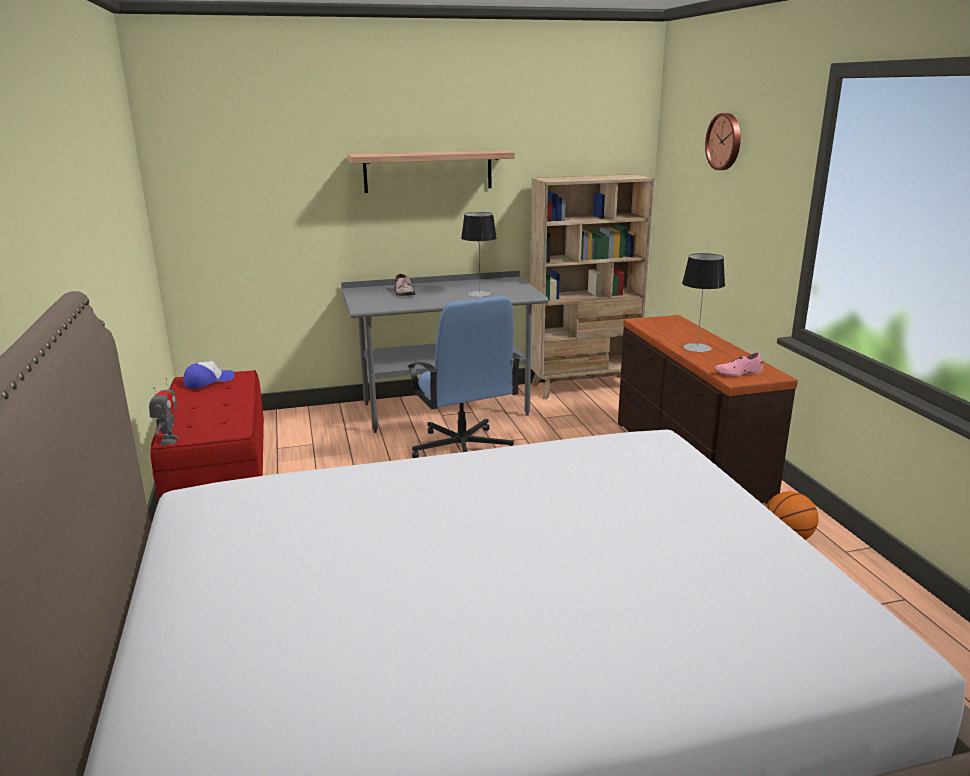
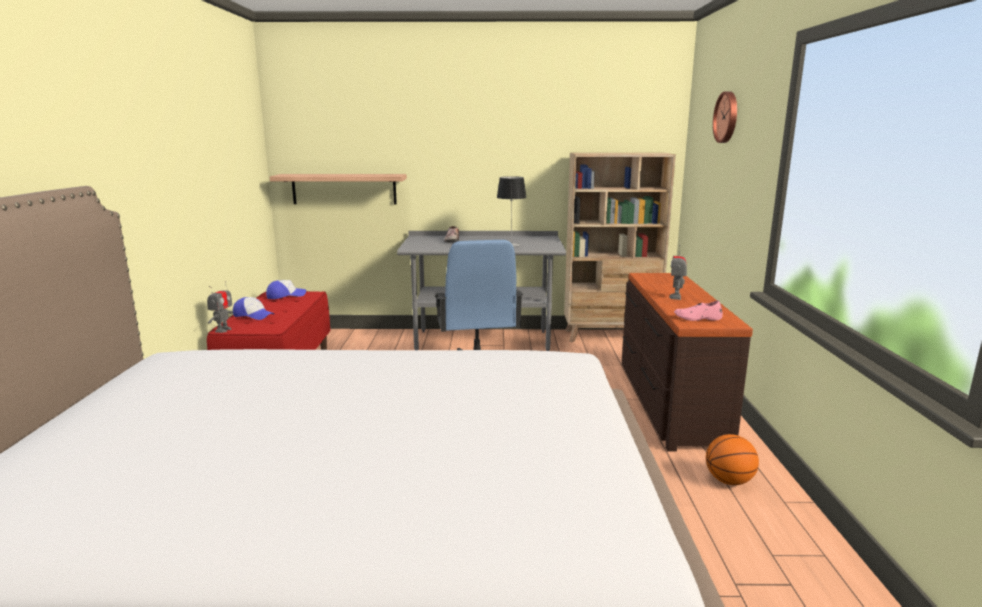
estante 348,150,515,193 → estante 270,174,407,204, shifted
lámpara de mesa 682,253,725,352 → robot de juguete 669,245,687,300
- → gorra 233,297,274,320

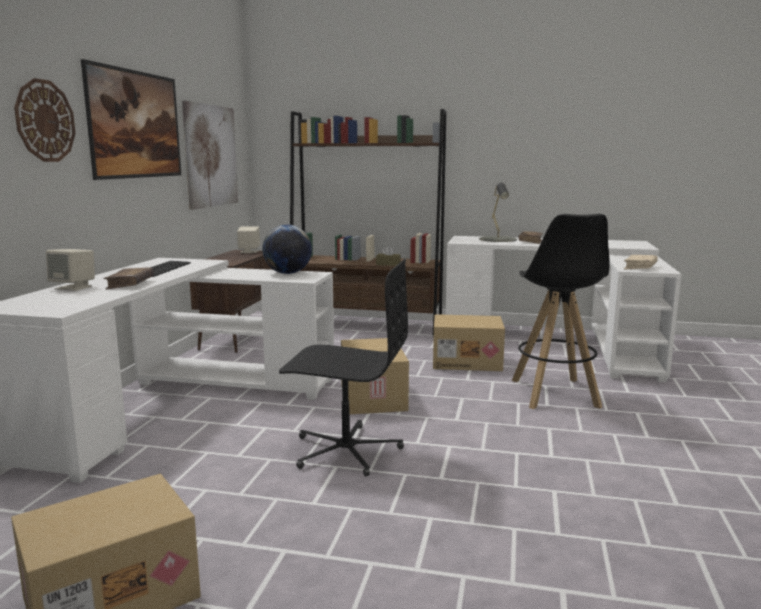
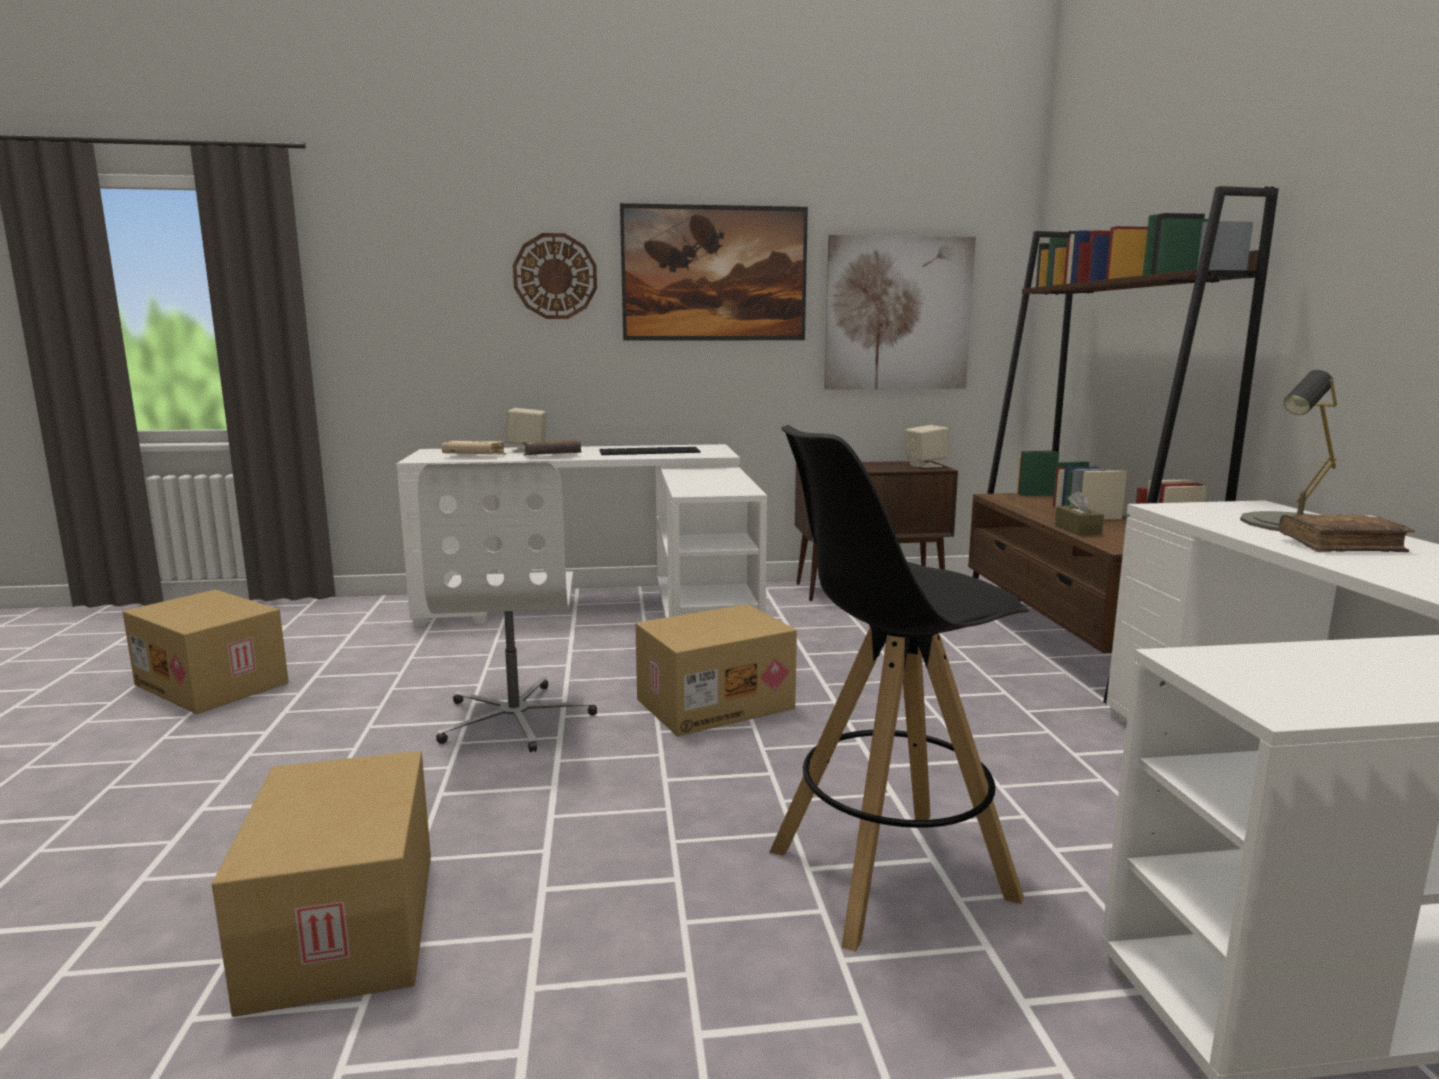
globo terráqueo 262,225,312,274 → -
libro [beis] 624,255,658,270 → libro [beis] 442,441,507,455, shifted
silla de oficina [negro] 279,259,408,476 → silla de oficina [blanco] 418,462,597,752
caja de cartón 433,314,505,371 → caja de cartón 212,751,431,1017, shifted

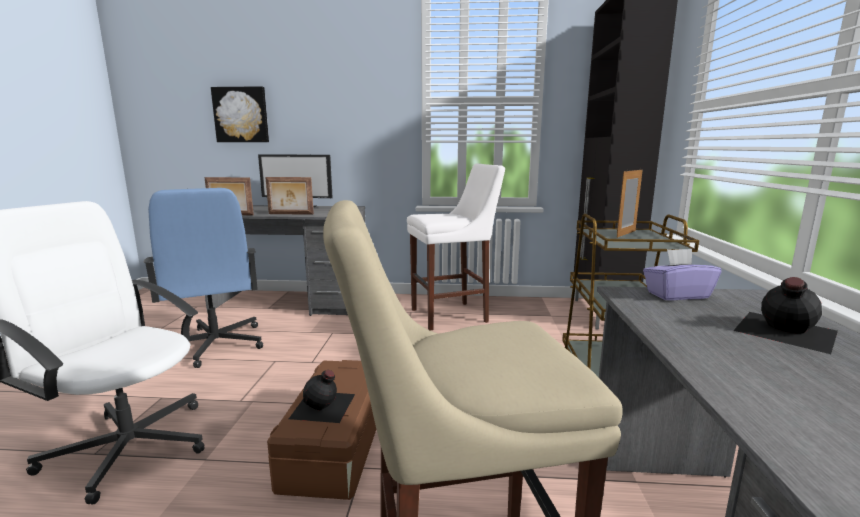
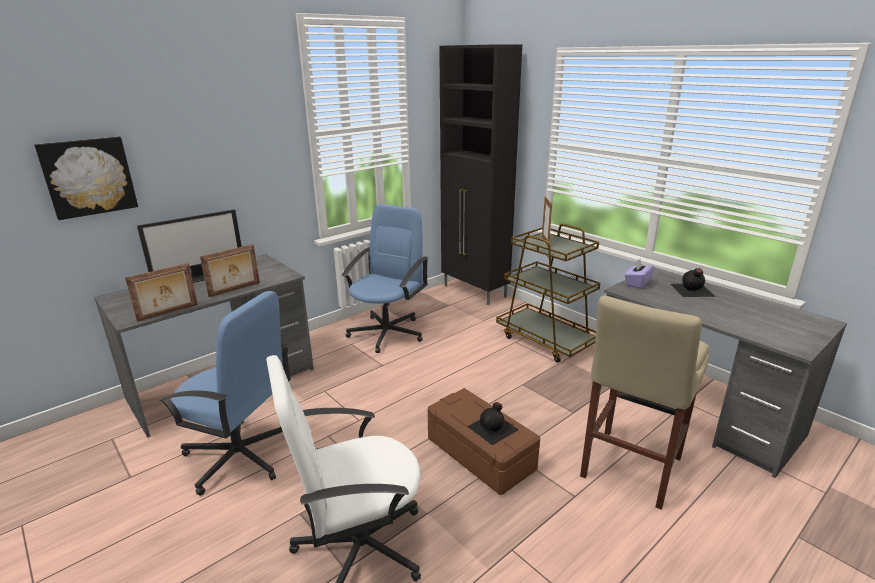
taburete [blanco] 407,163,505,331 → silla de oficina [azul] 342,204,429,353

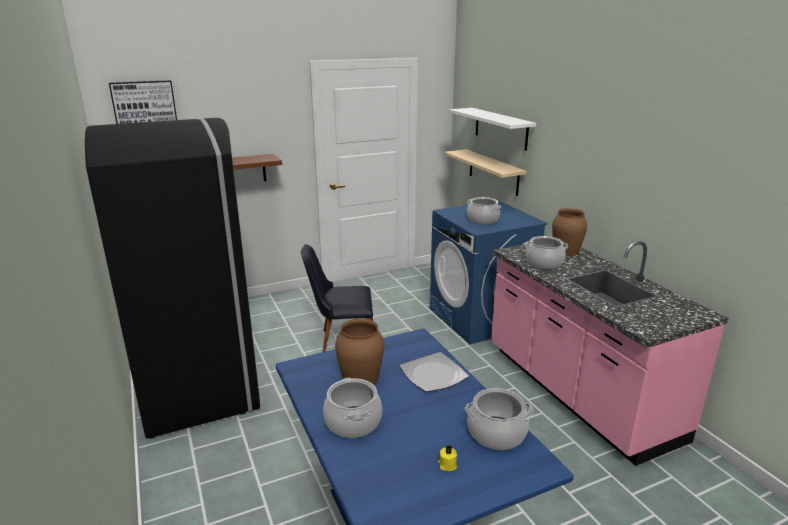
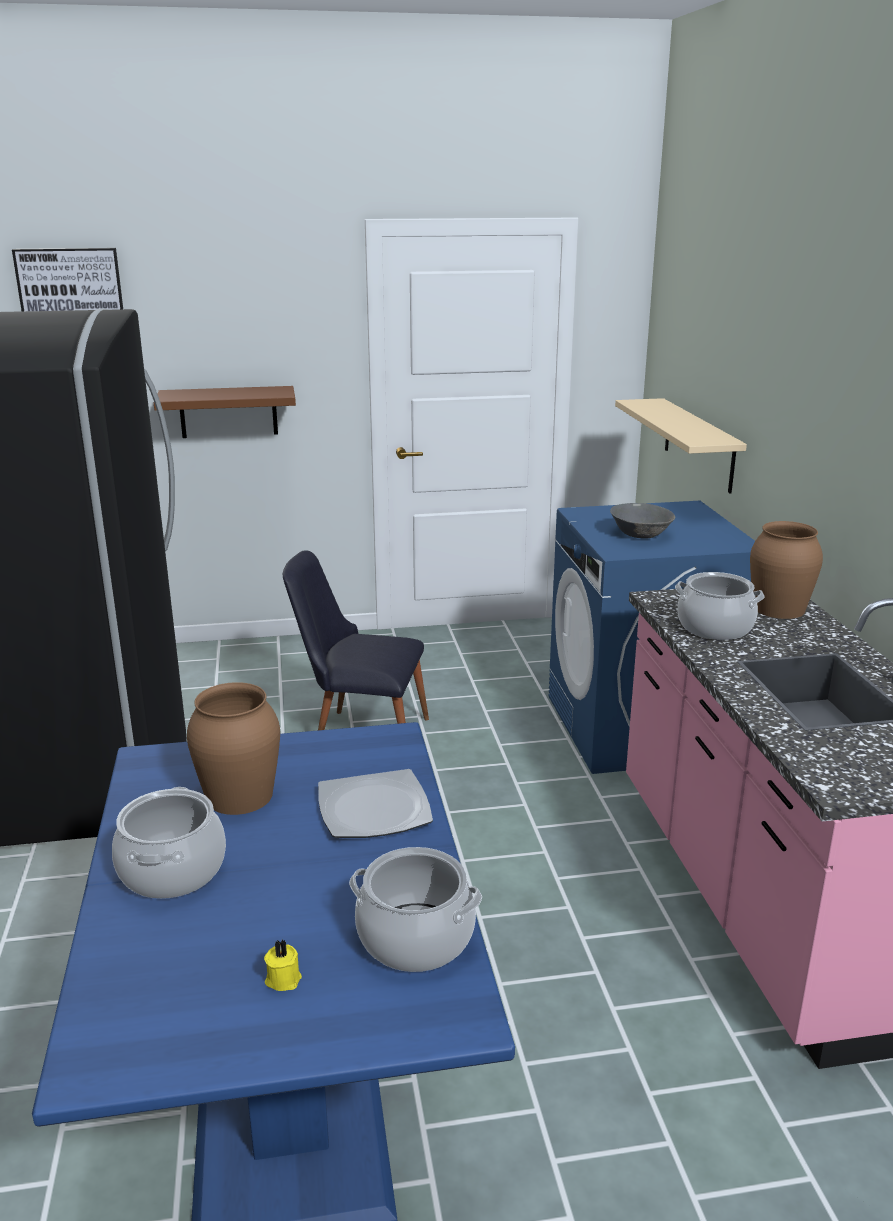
estante [blanco] 449,108,536,151 → -
olla 467,197,501,224 → cuenco [gris] 610,503,675,539

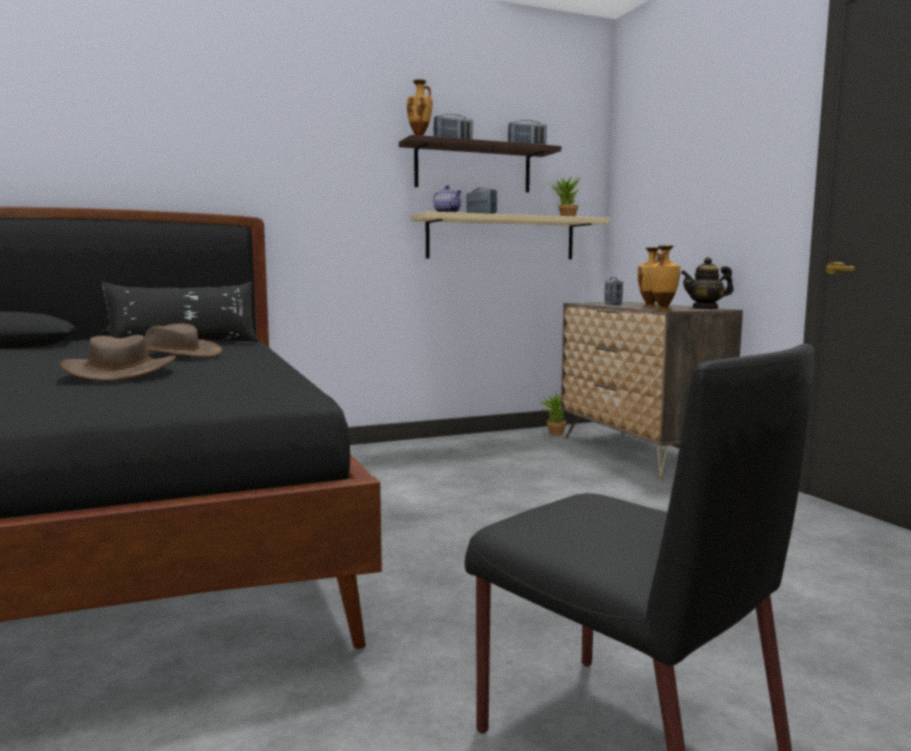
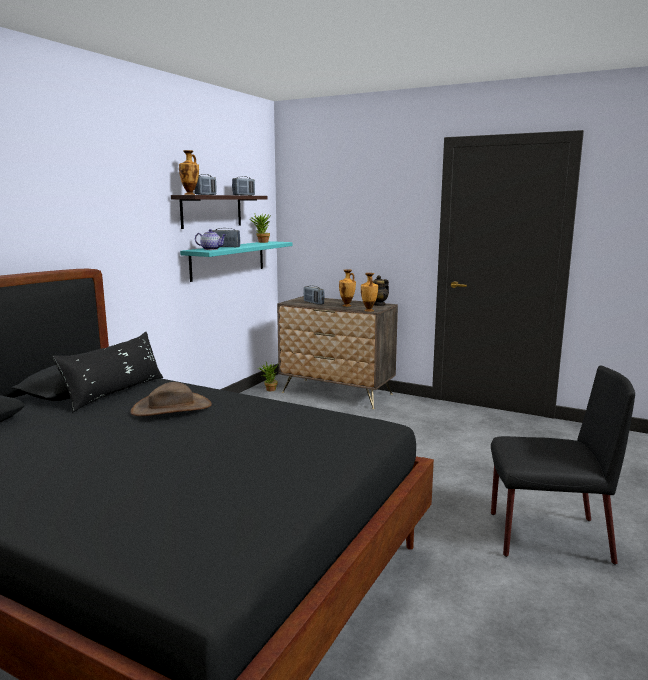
estante [beis] 411,212,610,259 → estante [turquesa] 180,241,293,282
sombrero [marrón] 60,335,176,381 → -

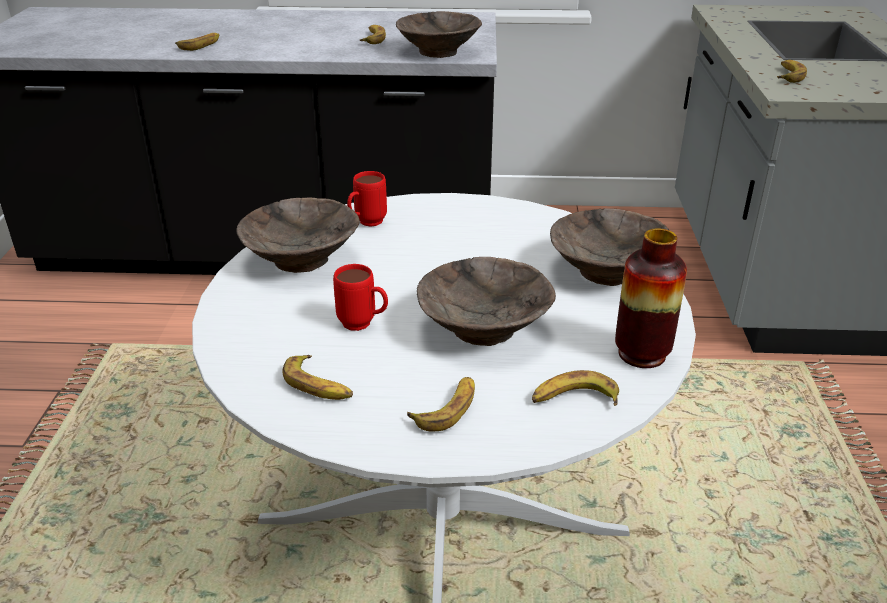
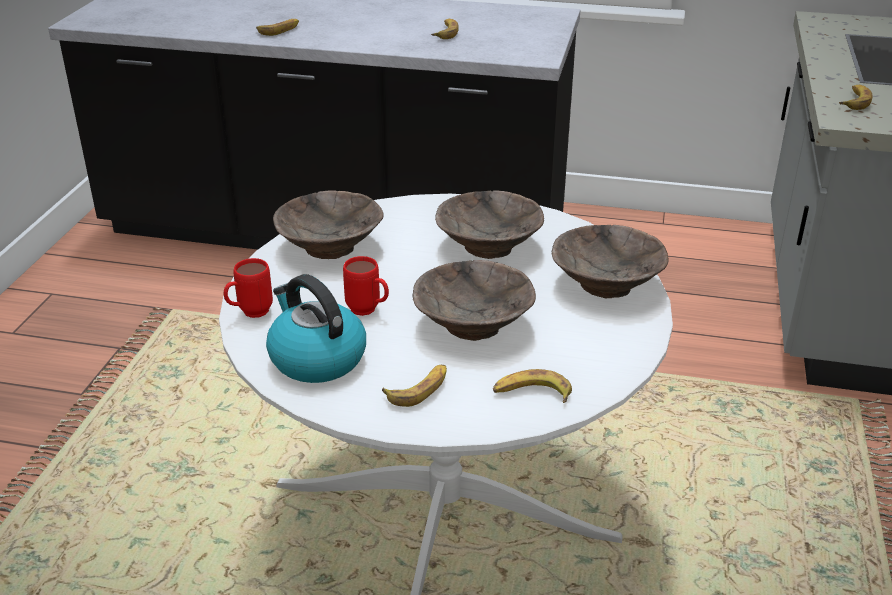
cuenco [marrón] 396,11,482,58 → cuenco [marrón] 435,190,544,259, shifted
taza grande [rojo] 347,171,387,227 → taza grande [rojo] 224,258,273,318, shifted
florero 615,228,687,368 → -
plátano 282,355,353,400 → hervidor 266,274,366,383

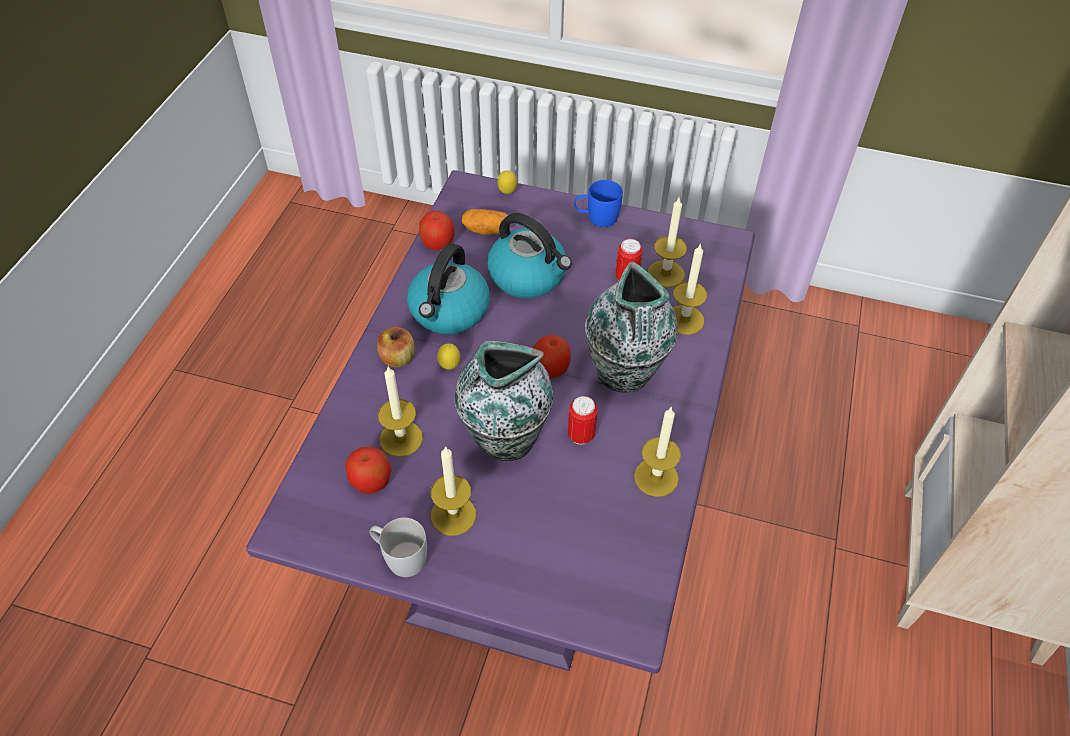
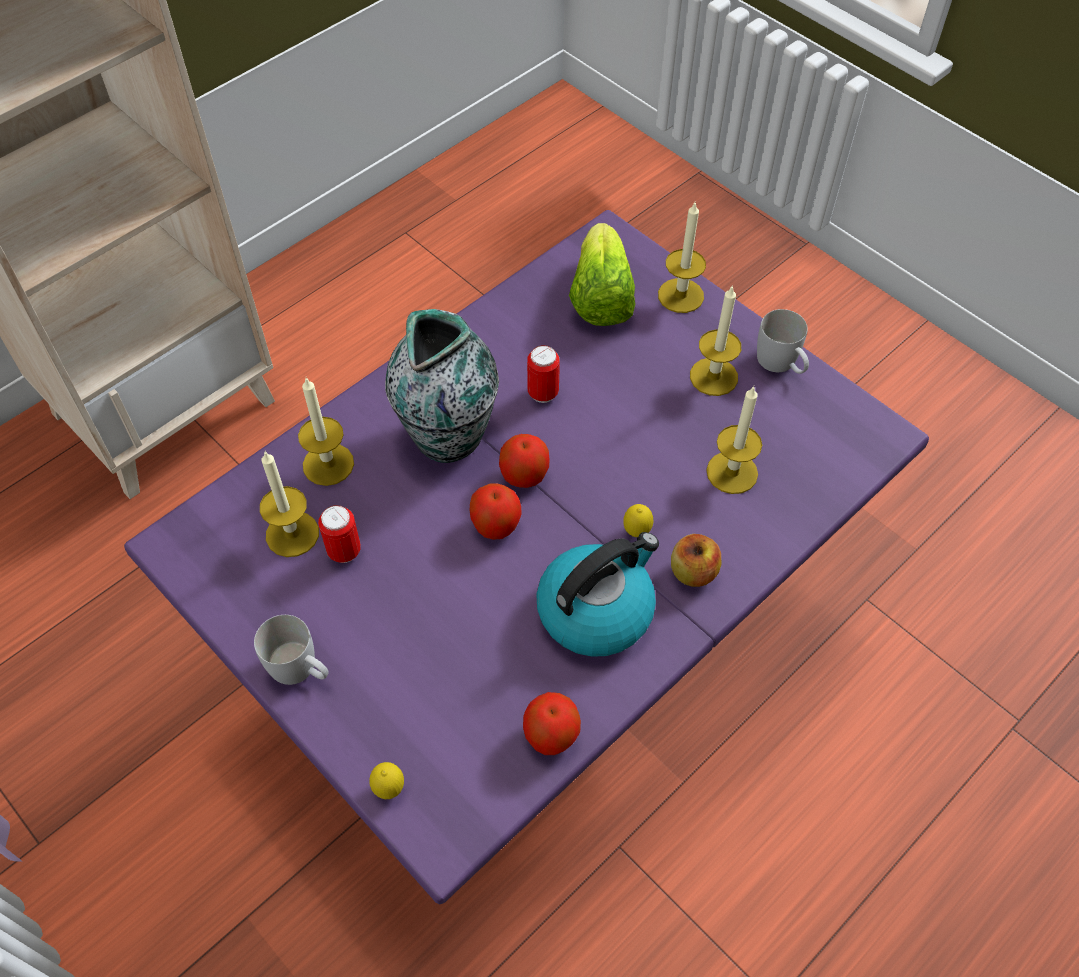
taza grande [azul] 574,180,623,227 → taza grande [blanco] 254,615,329,685
patata 462,209,511,235 → -
hervidor 487,213,572,298 → -
florero 455,341,553,461 → -
vela 634,406,681,497 → vela 658,203,706,313, shifted
manzana 345,446,392,494 → manzana 469,483,522,540, shifted
- → lechuga 569,223,635,326

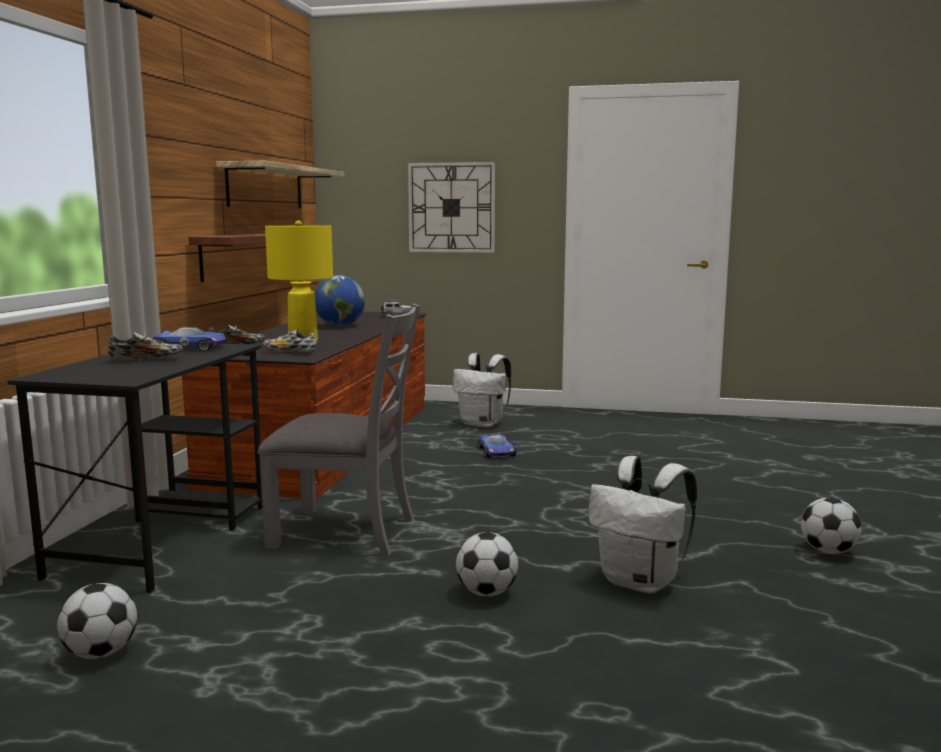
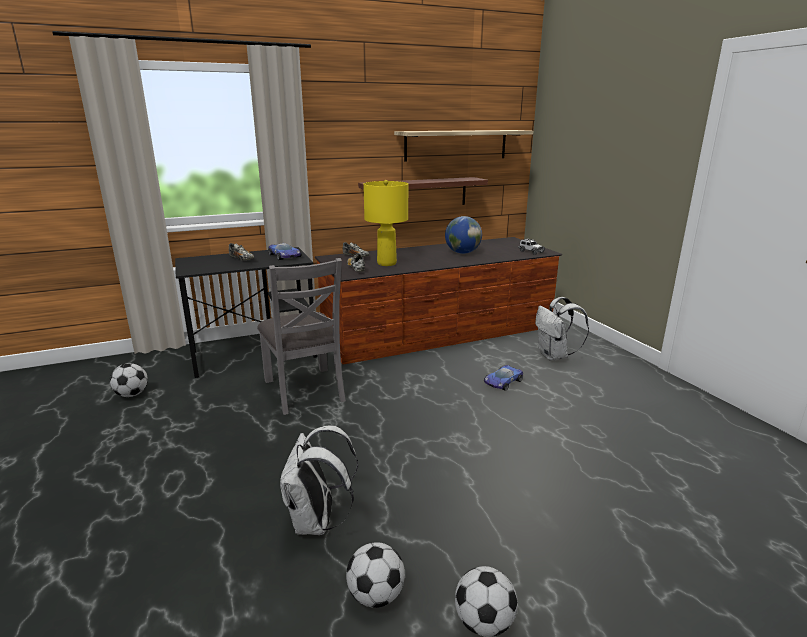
reloj de pared 408,162,495,253 → -
balón de fútbol 456,532,518,596 → balón de fútbol 346,542,405,608, shifted

